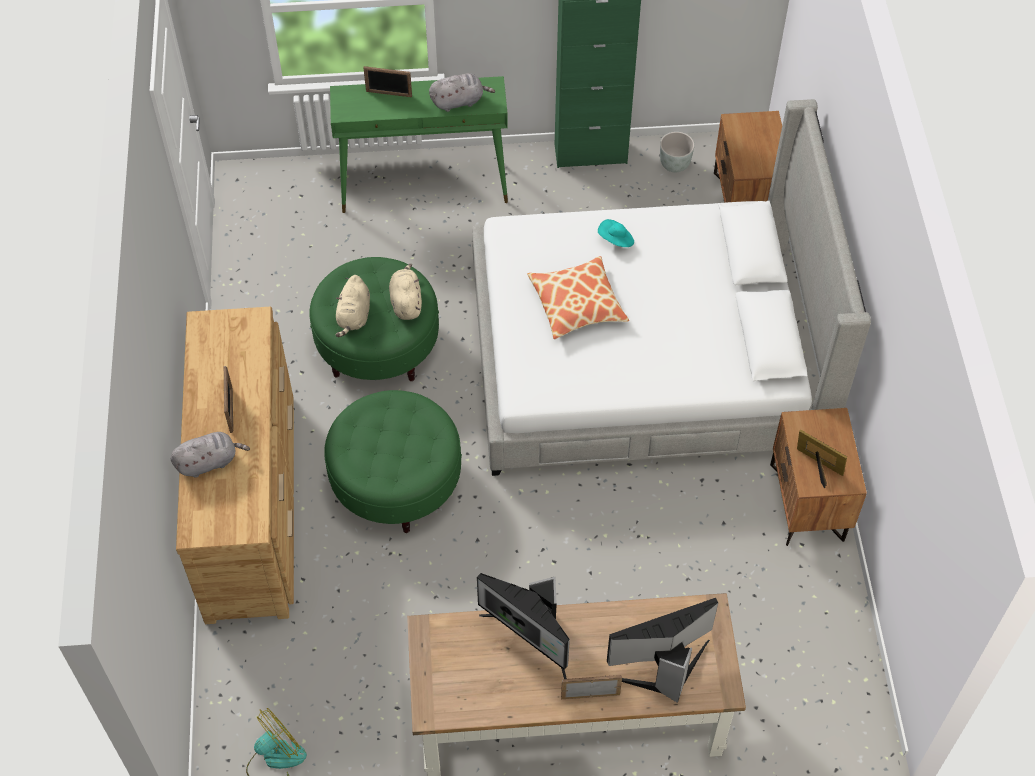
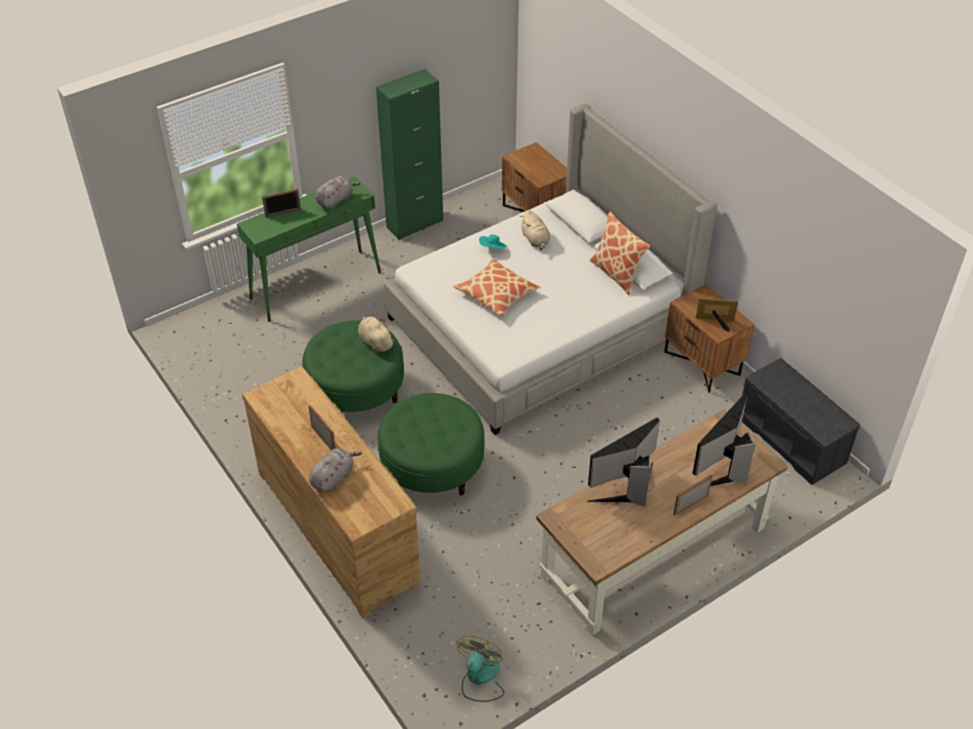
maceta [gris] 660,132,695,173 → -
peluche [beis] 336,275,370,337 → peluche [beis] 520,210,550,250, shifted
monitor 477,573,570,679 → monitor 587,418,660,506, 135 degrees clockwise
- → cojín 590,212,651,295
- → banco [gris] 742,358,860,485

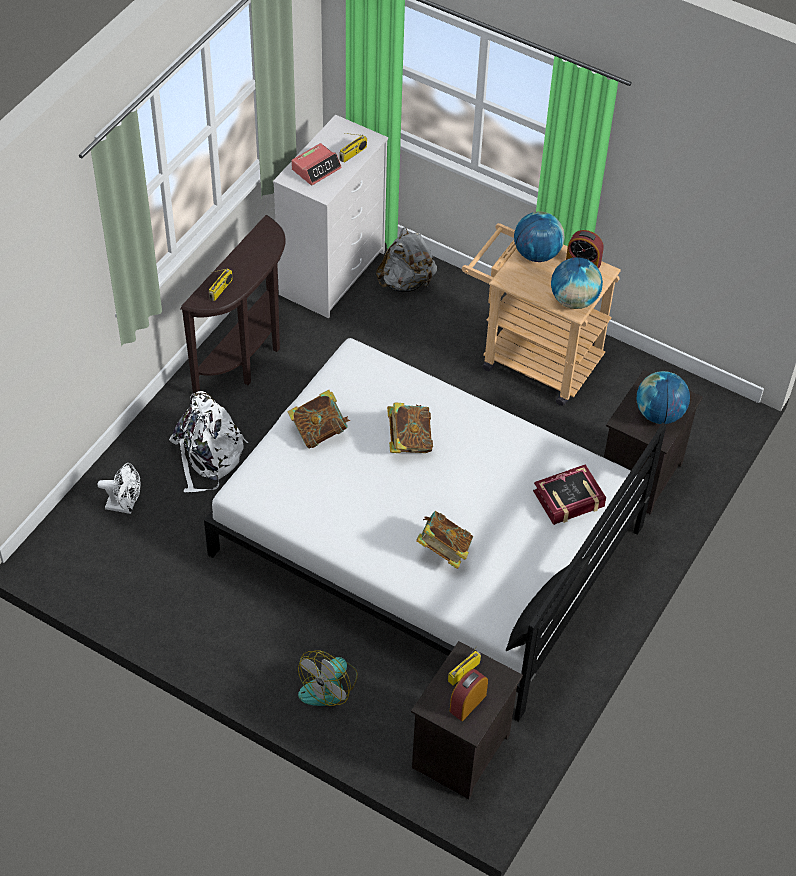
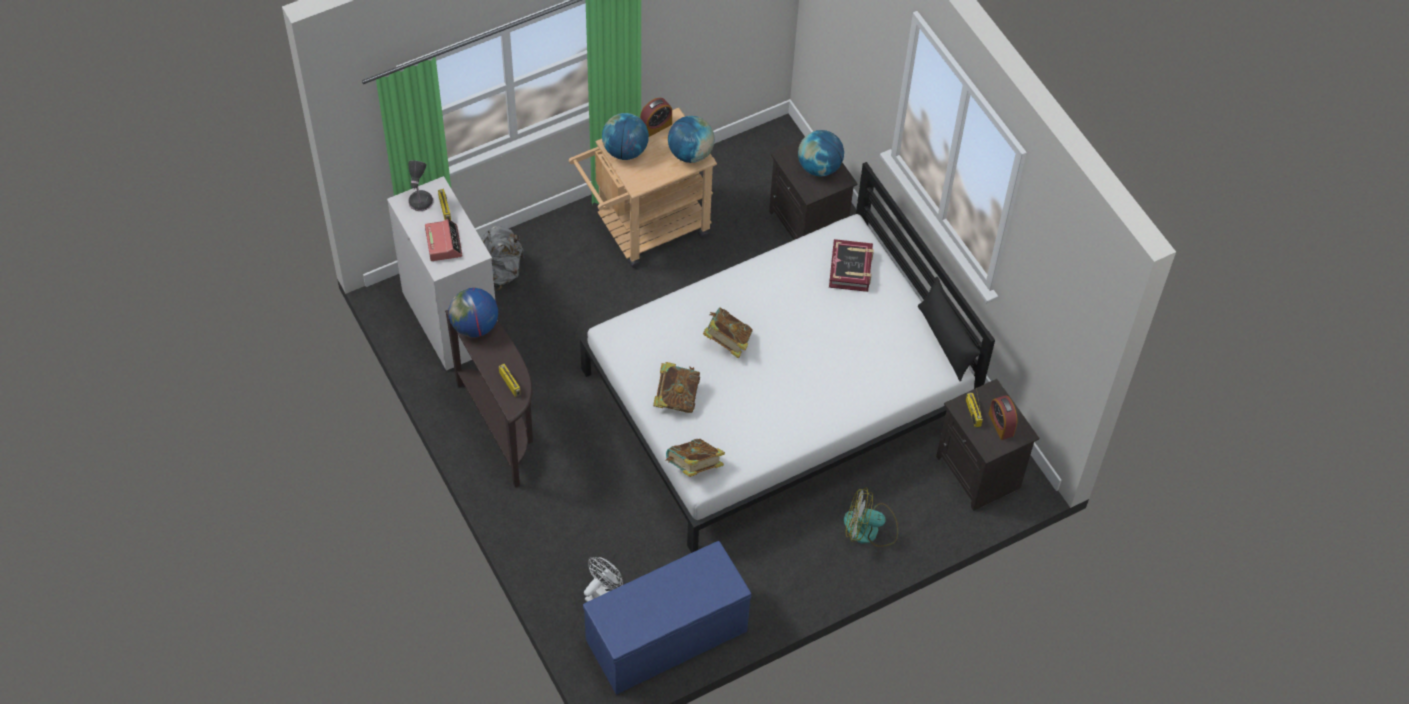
mochila [blanco] 169,391,248,493 → -
libro 416,511,473,569 → libro 665,439,725,477, shifted
ventilador 298,650,358,706 → ventilador 844,488,898,547, 120 degrees clockwise
- → lámpara de mesa 408,160,433,211
- → globo terráqueo 449,288,498,337
- → banco [azul] 583,541,751,695

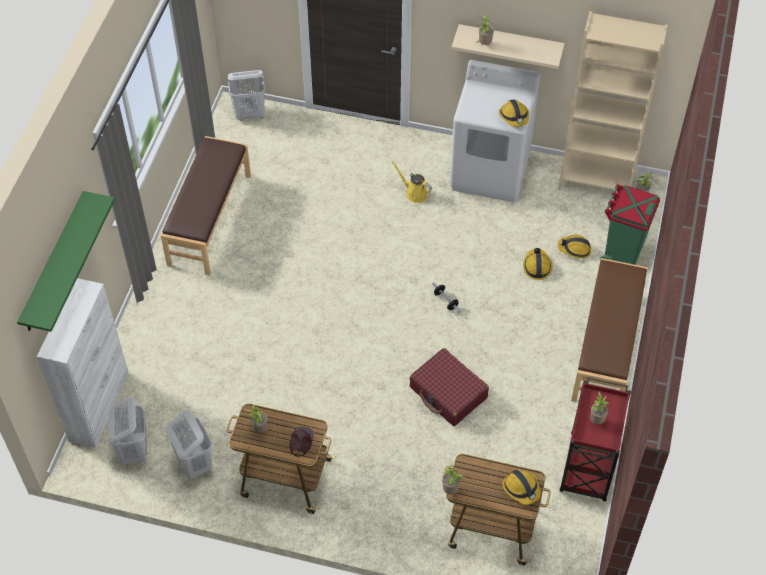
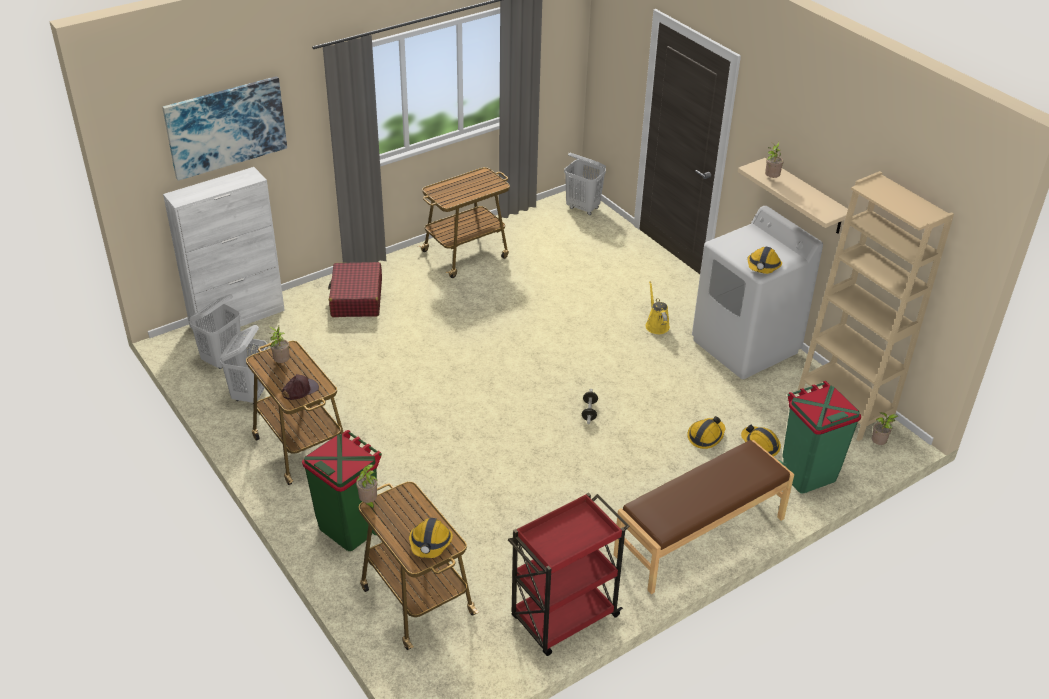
banco [marrón] 161,136,251,275 → carrito 418,167,510,278
estante [verde] 17,191,115,332 → cuadro 162,76,287,181
maleta [rojo] 409,348,489,426 → maleta [rojo] 328,262,382,317, shifted
planta en maceta 590,391,609,424 → -
- → papelera [verde] 302,430,384,551

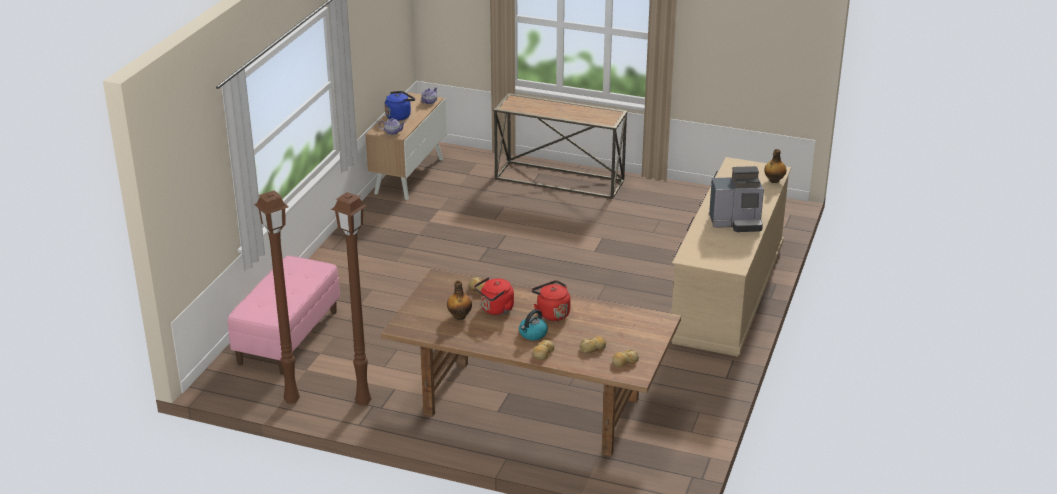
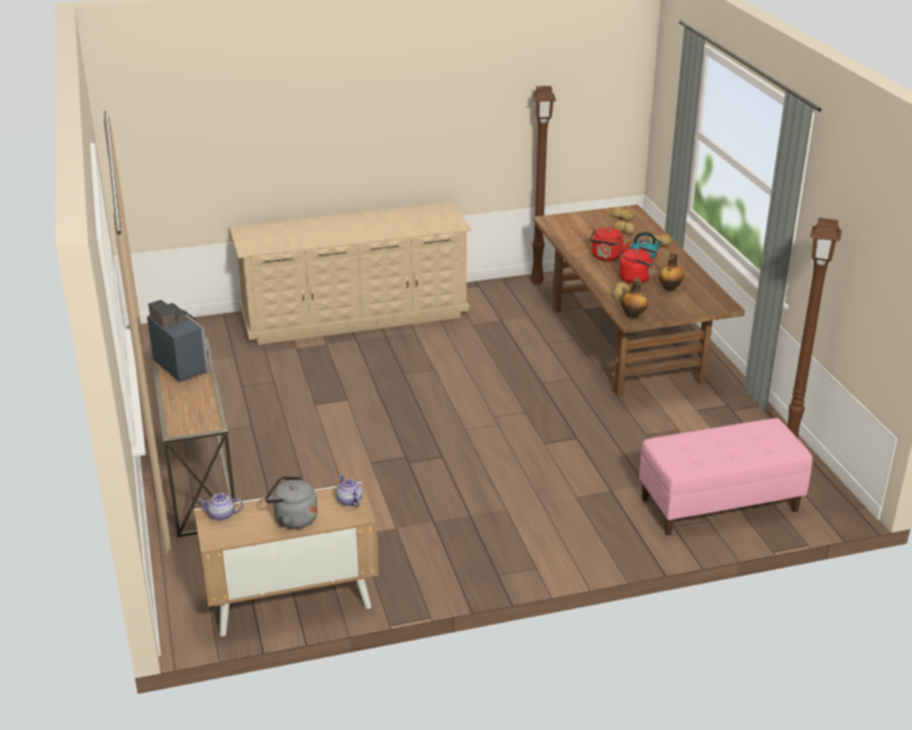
hervidor [azul] 385,91,415,121 → hervidor [gris] 265,476,318,529
botella 764,149,787,183 → botella 621,278,648,319, shifted
cafetera 709,166,764,232 → cafetera 147,300,209,382, shifted
lámpara de pie [marrón] 331,192,371,406 → lámpara de pie [marrón] 530,86,556,285, shifted

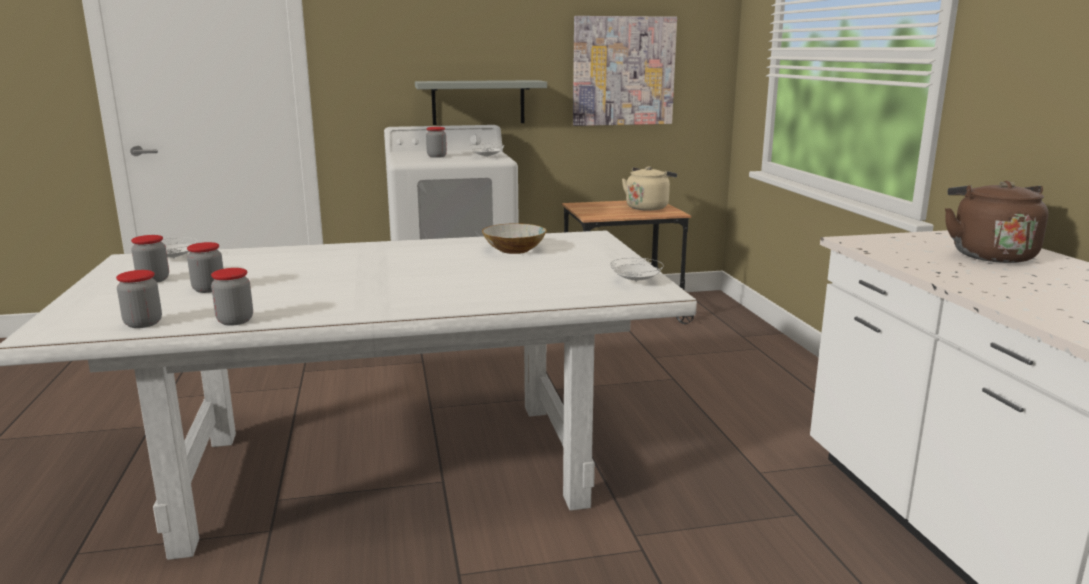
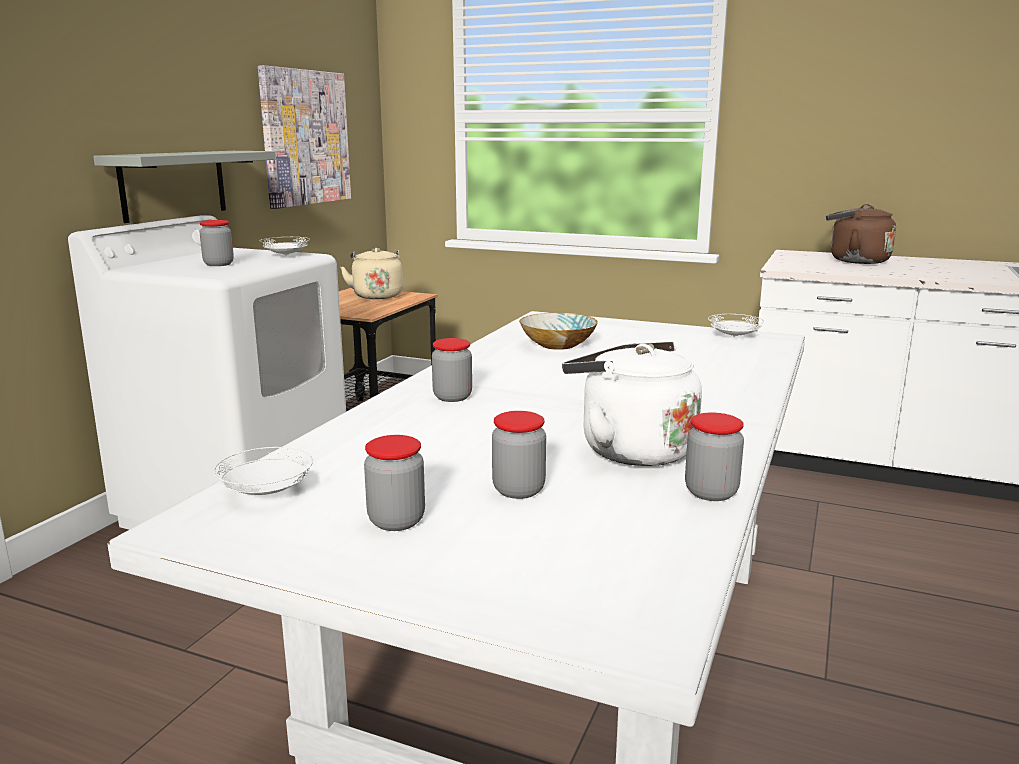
tarro 116,270,162,328 → tarro 432,338,472,402, shifted
- → hervidor [blanco] 562,341,702,466

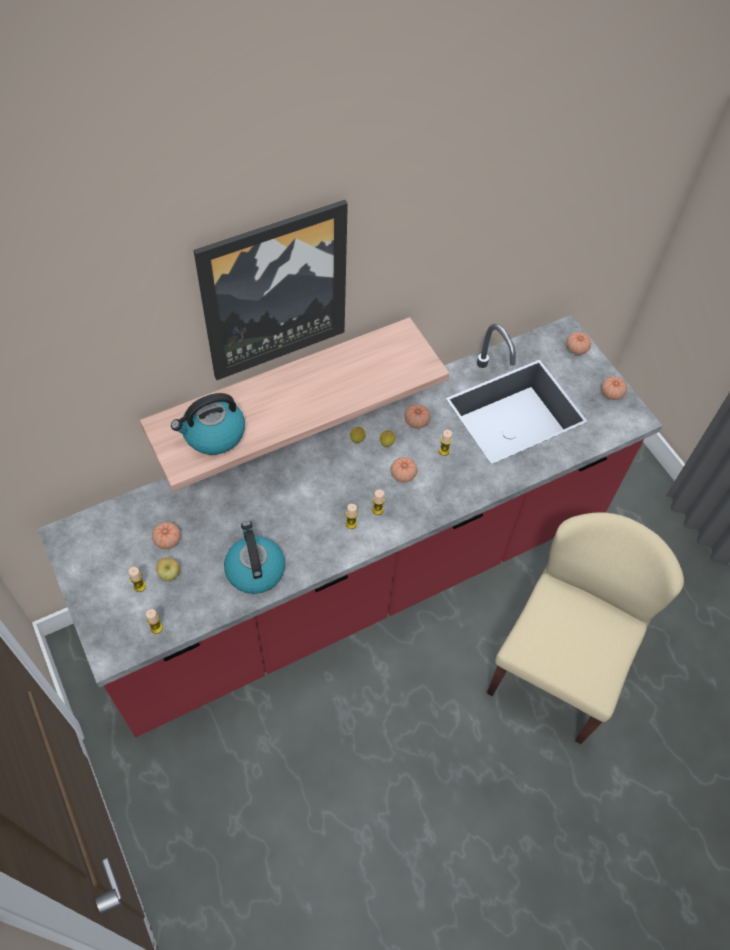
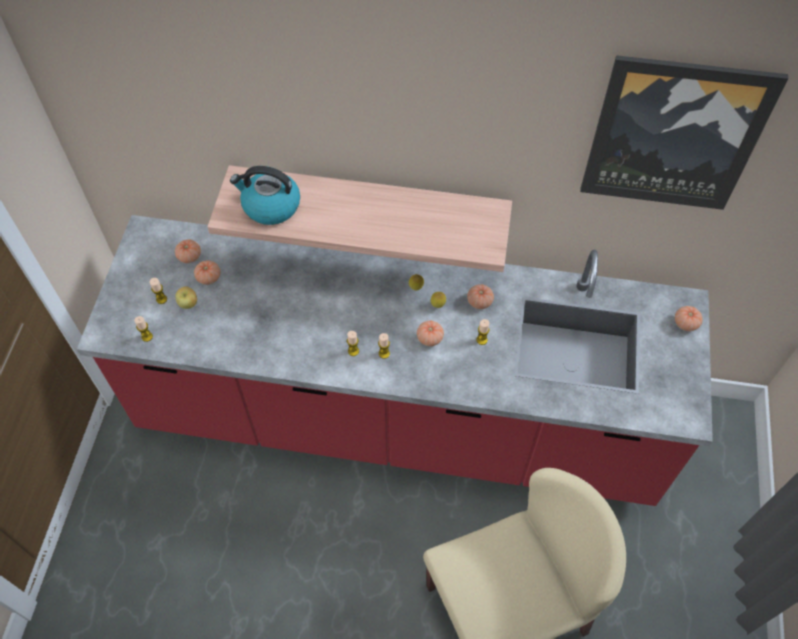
cuadro 193,200,348,380 → cuadro 580,55,788,210, shifted
tomate 601,377,627,400 → tomate 175,240,201,263, shifted
hervidor 224,521,285,594 → -

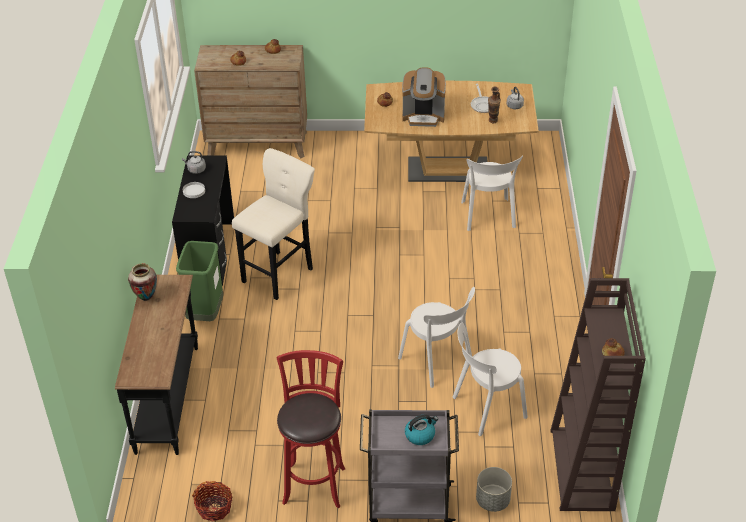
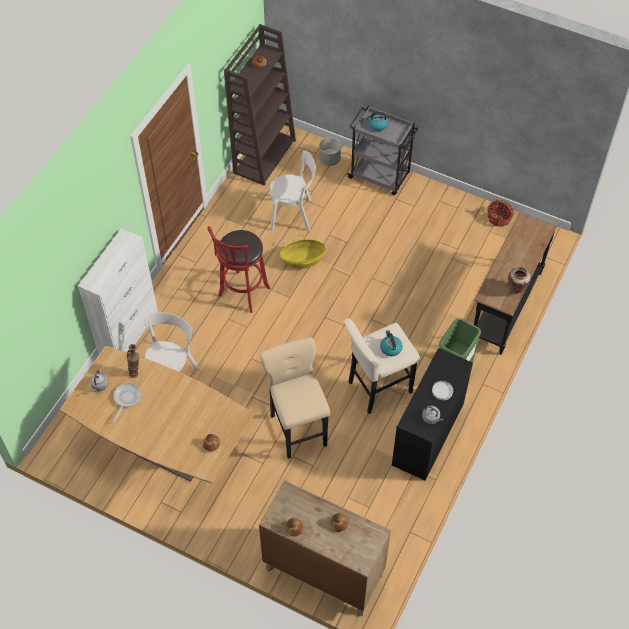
cafetera 402,67,446,127 → -
silla [blanco] 398,287,475,388 → cesta 280,235,326,269
taburete [rojo] 277,350,345,508 → taburete [rojo] 207,226,270,313, shifted
- → armario [blanco] 78,228,158,354
- → hervidor 380,330,403,356
- → taburete [beis] 260,337,330,459

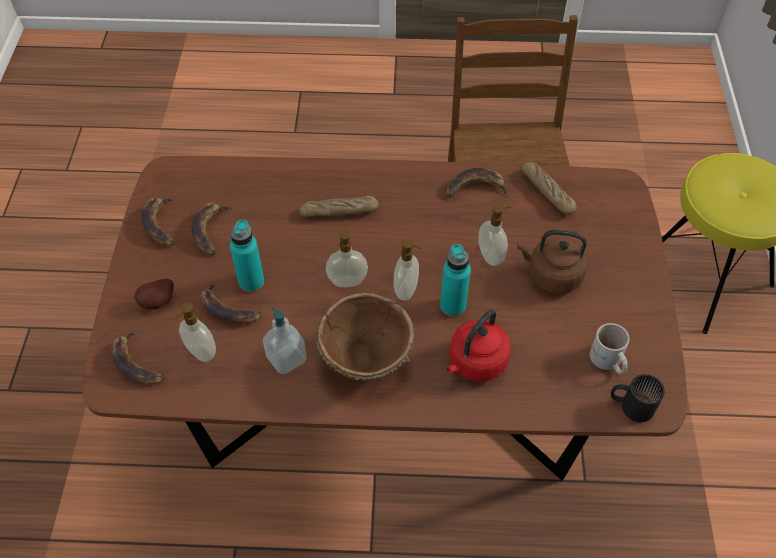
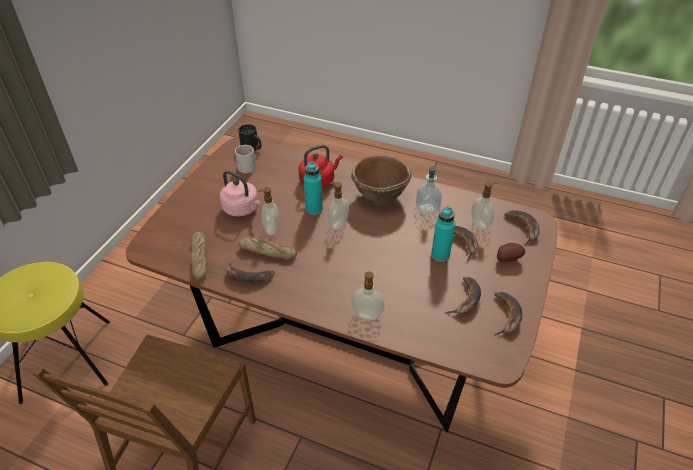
pan 300,196,379,217 → pan 238,237,297,260, shifted
dispensador de jabón 326,225,368,287 → dispensador de jabón 351,272,384,320, shifted
hervidor [marrón] 517,229,588,294 → hervidor [rosa] 220,170,261,217

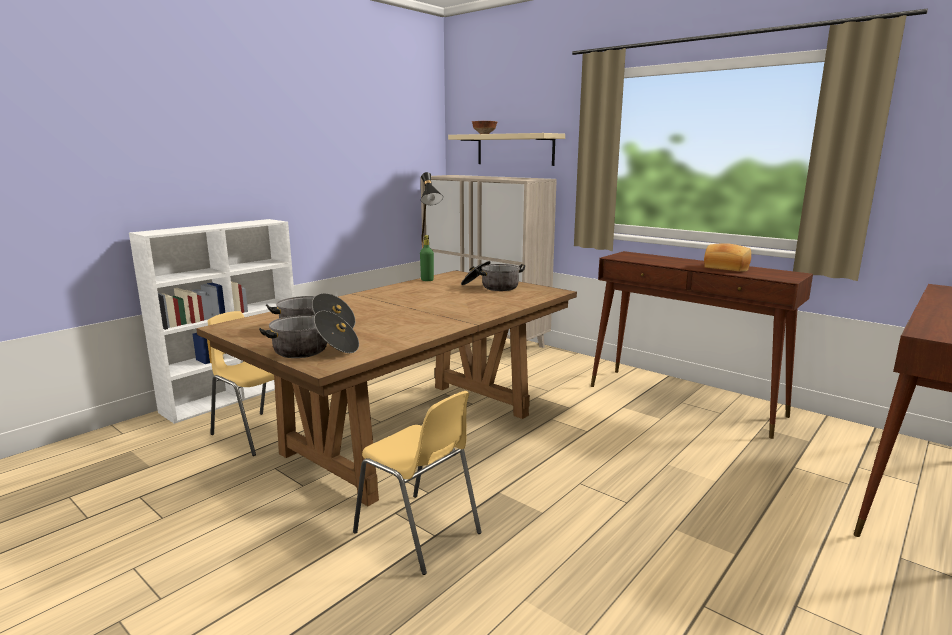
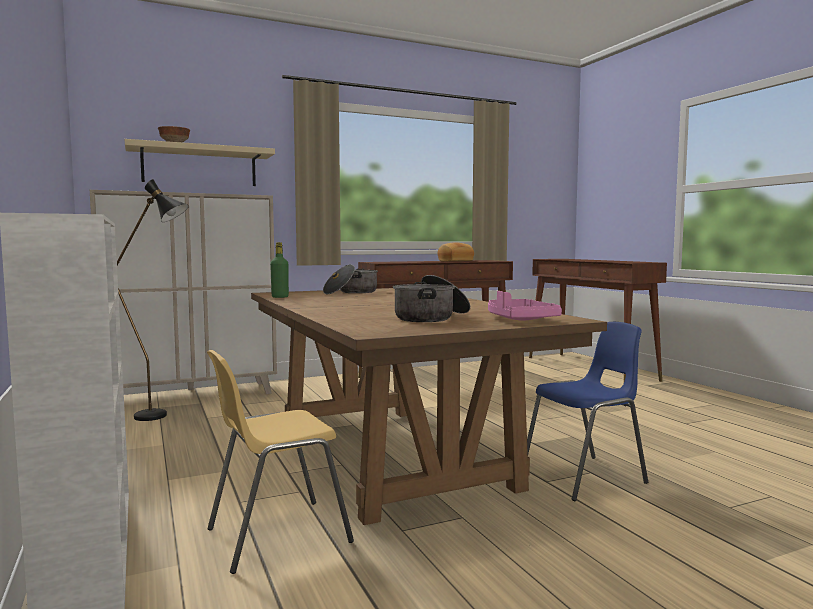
olla 259,311,359,358 → bandeja [rosa] 488,291,562,320
silla [amarillo] 353,391,482,575 → silla [azul] 527,322,648,501

